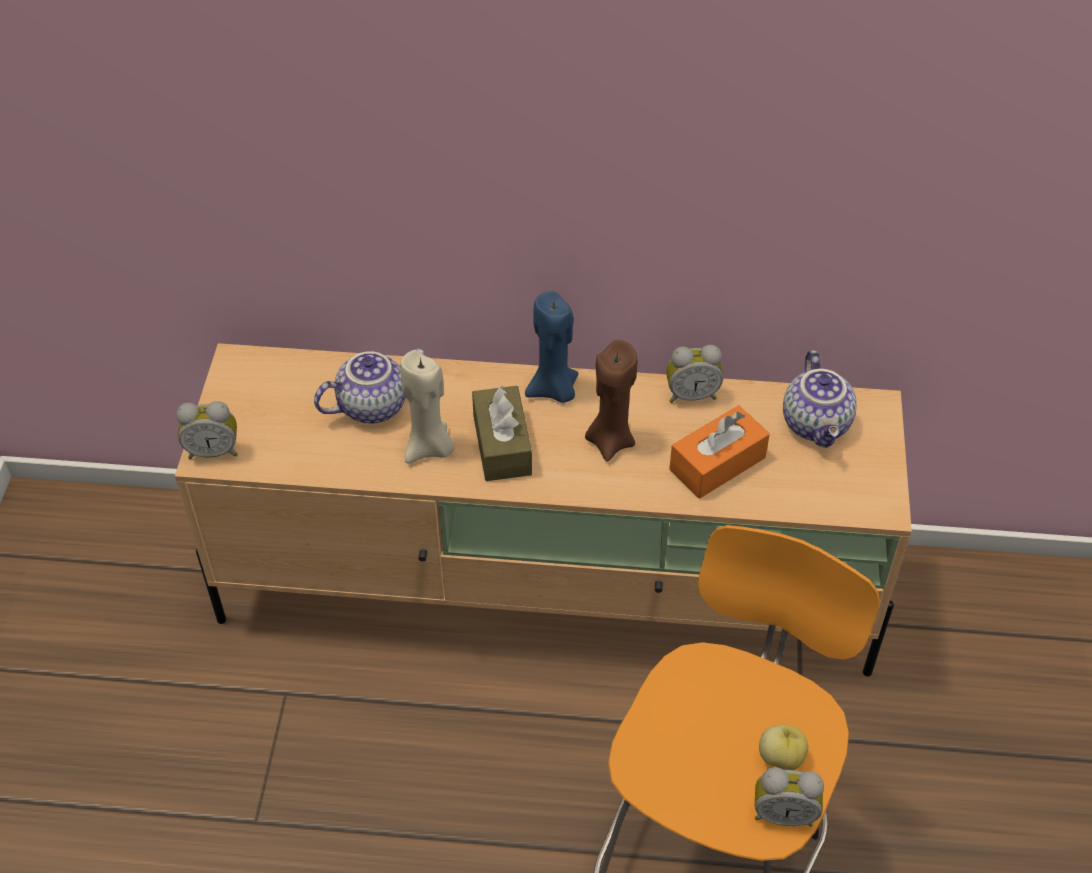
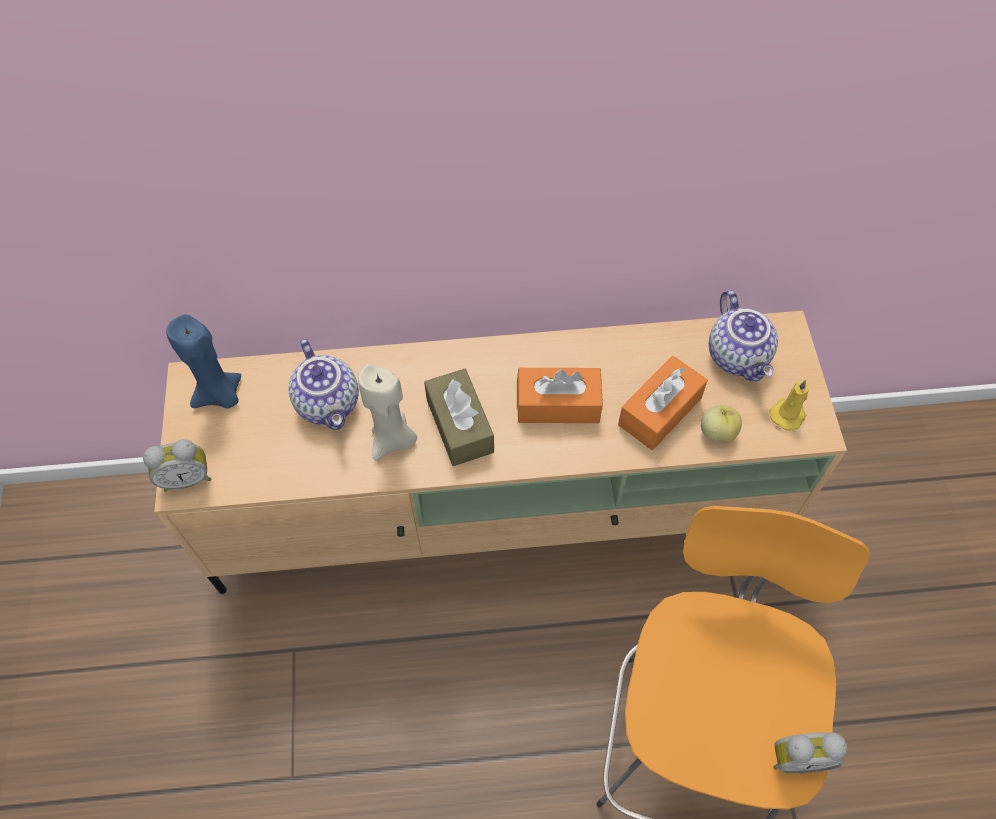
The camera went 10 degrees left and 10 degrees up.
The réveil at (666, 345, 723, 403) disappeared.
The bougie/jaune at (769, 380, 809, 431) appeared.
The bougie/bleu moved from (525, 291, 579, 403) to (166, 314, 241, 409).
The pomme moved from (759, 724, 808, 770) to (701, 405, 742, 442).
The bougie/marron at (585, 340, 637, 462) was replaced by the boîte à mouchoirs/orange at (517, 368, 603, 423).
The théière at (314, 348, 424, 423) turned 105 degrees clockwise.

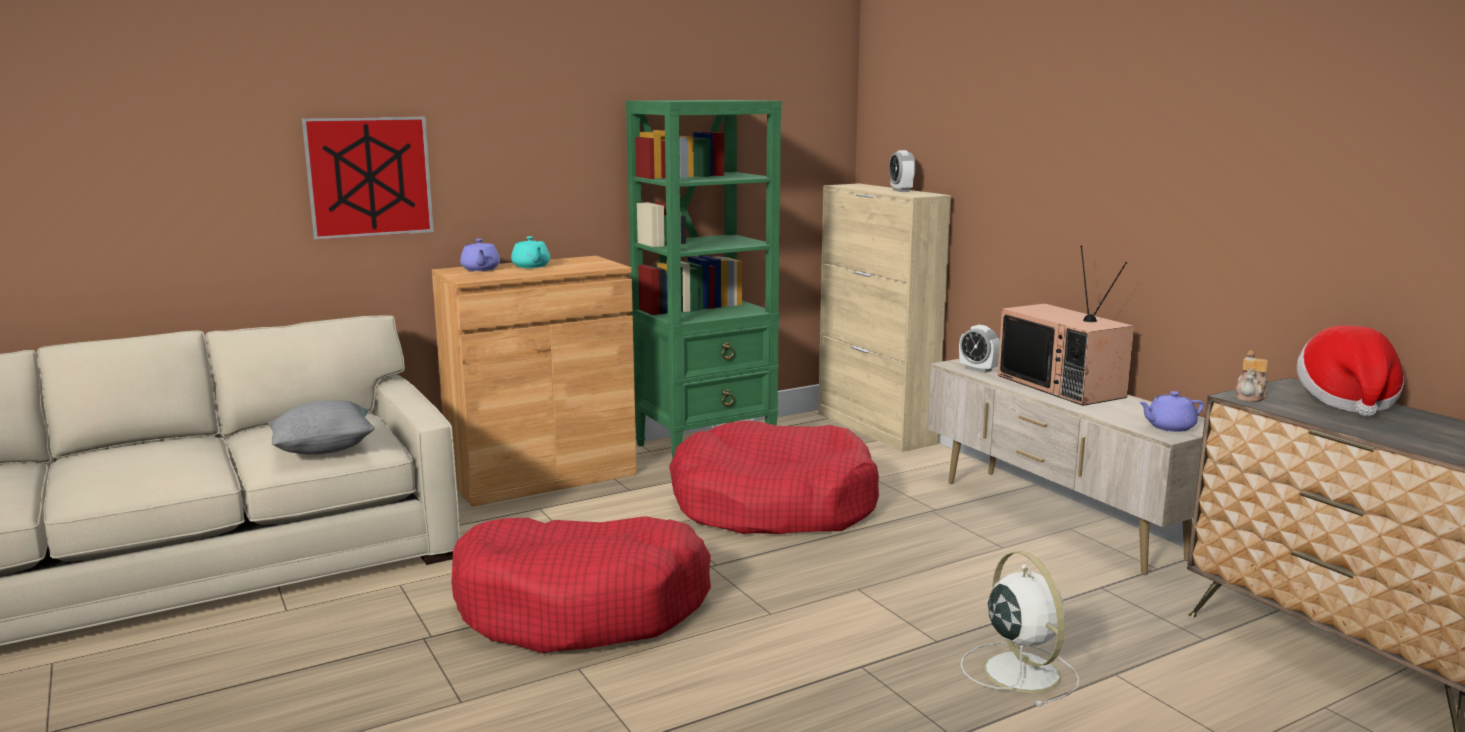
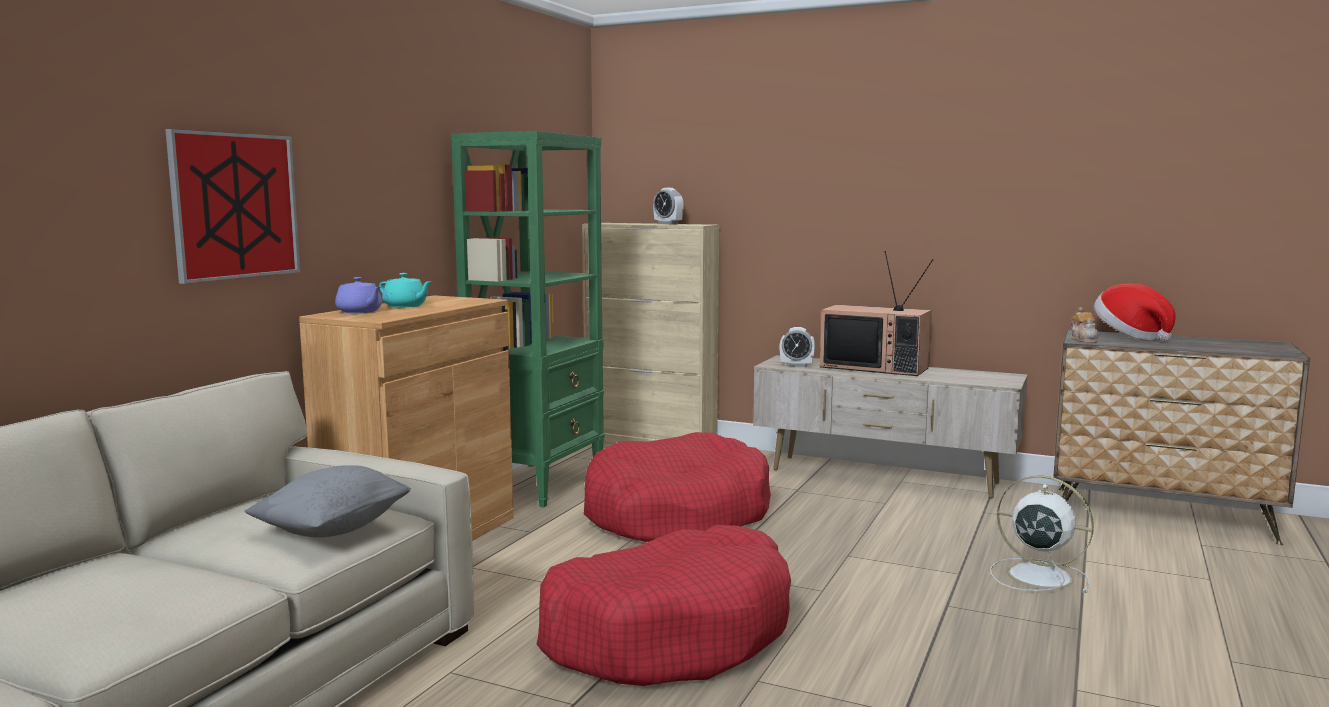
The camera went 35 degrees left and 5 degrees down.
The théière/violet at (1139, 391, 1204, 432) disappeared.

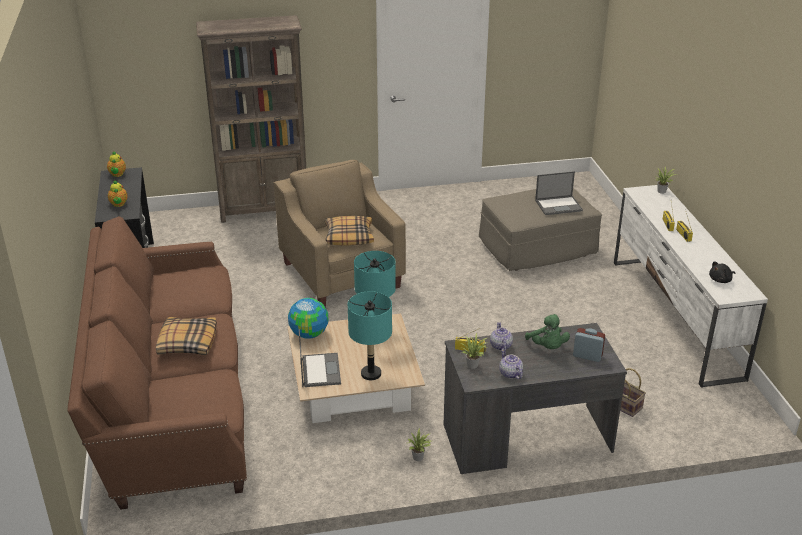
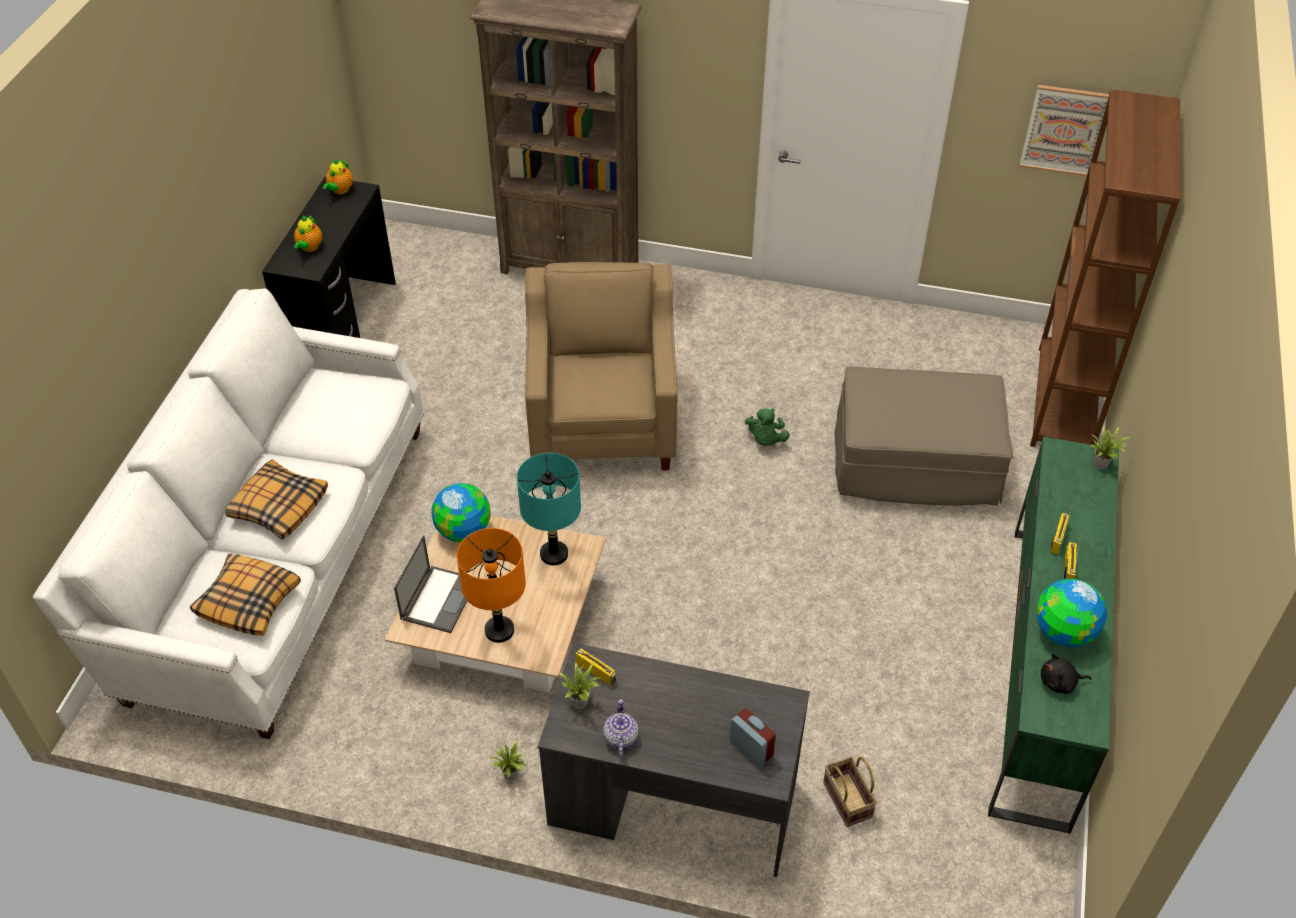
The camera went 25 degrees right and 15 degrees up.
The théière at (490, 322, 513, 351) disappeared.
The ordinateur portable at (535, 171, 583, 215) disappeared.
The tableau at (1019, 85, 1109, 176) appeared.
The bibliothèque/marron at (1030, 89, 1181, 447) appeared.
The globe at (1036, 579, 1107, 647) appeared.
The coussin moved from (325, 216, 374, 245) to (190, 554, 301, 636).
The peluche/vert moved from (525, 314, 570, 349) to (745, 408, 790, 446).
The canapé/marron at (68, 216, 247, 510) became the canapé/blanc at (33, 288, 424, 739).
The lampe de table/turquoise at (348, 291, 392, 380) became the lampe de table/orange at (457, 528, 526, 643).
The meuble télé/blanc at (614, 185, 768, 388) became the meuble télé/vert at (988, 437, 1119, 834).

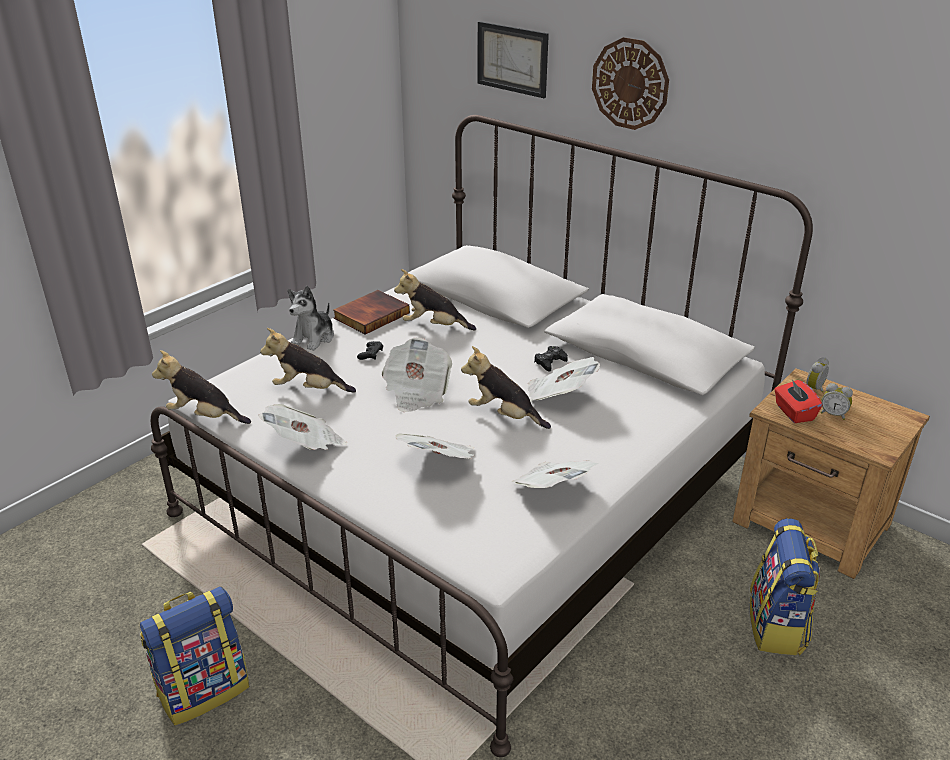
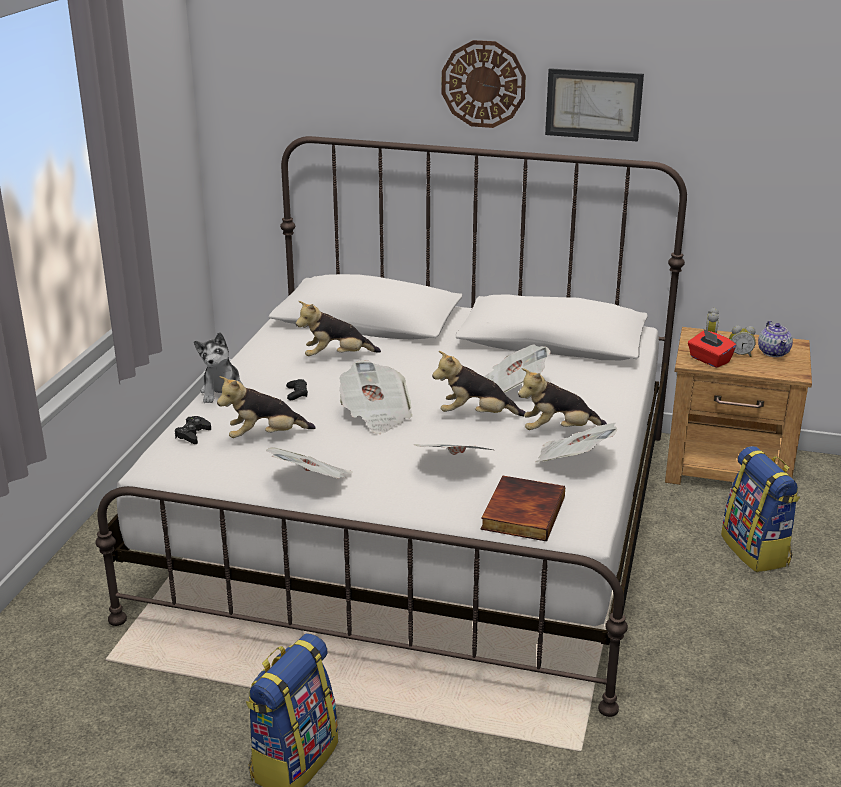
The camera went 25 degrees left and 5 degrees down.
The théière at (758, 321, 793, 357) appeared.
The peluche moved from (152, 350, 251, 424) to (518, 368, 607, 430).
The livre moved from (333, 290, 410, 334) to (481, 475, 565, 542).
The tableau moved from (477, 21, 549, 98) to (545, 68, 644, 142).
The manette/noir moved from (534, 346, 568, 372) to (175, 416, 211, 444).

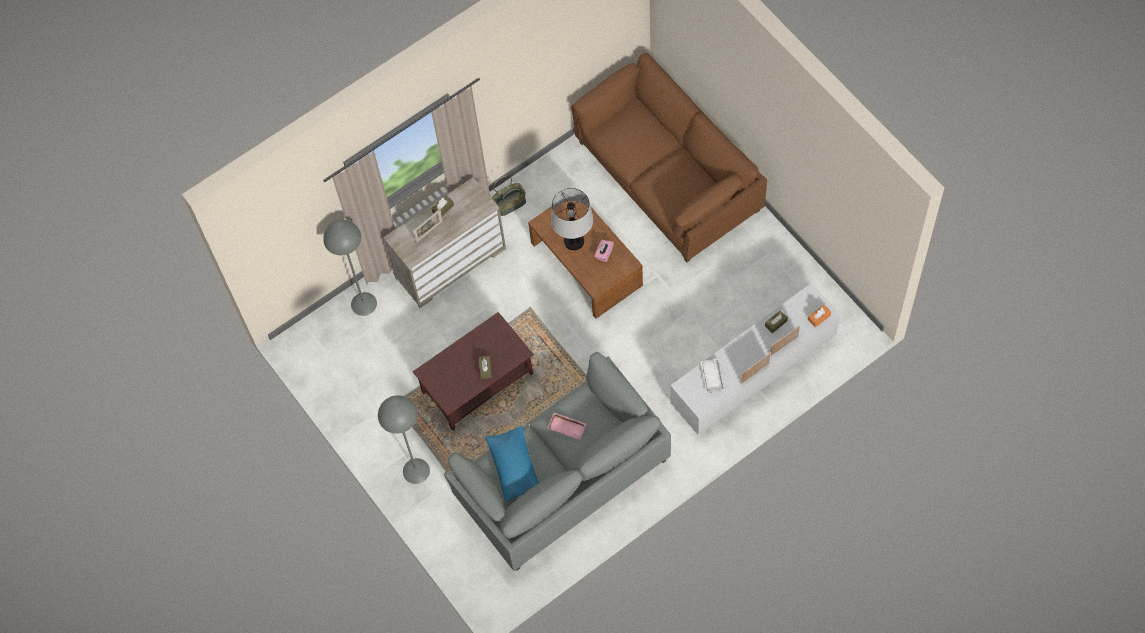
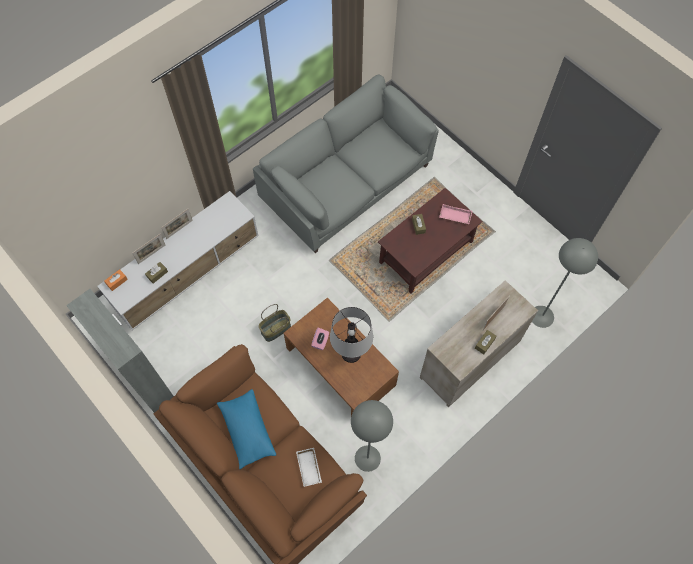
The camera went 170 degrees right and 0 degrees up.
The meuble de rangement/gris at (66, 289, 174, 413) appeared.
The lampadaire/gris moved from (378, 395, 430, 484) to (351, 400, 393, 472).
The coussin/bleu moved from (485, 426, 539, 503) to (217, 389, 276, 469).
The panier moved from (492, 175, 526, 216) to (258, 304, 291, 342).
The plateau/rose moved from (548, 413, 586, 440) to (439, 204, 472, 224).
The plateau/blanc moved from (700, 359, 725, 393) to (296, 448, 322, 487).

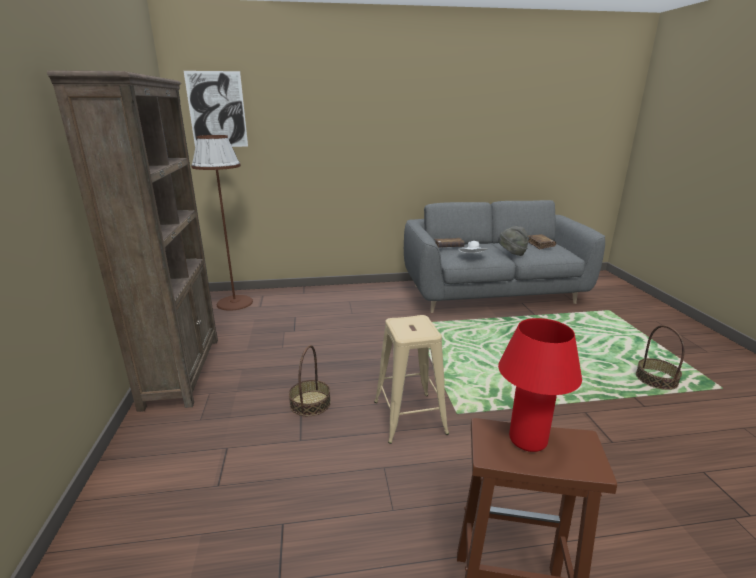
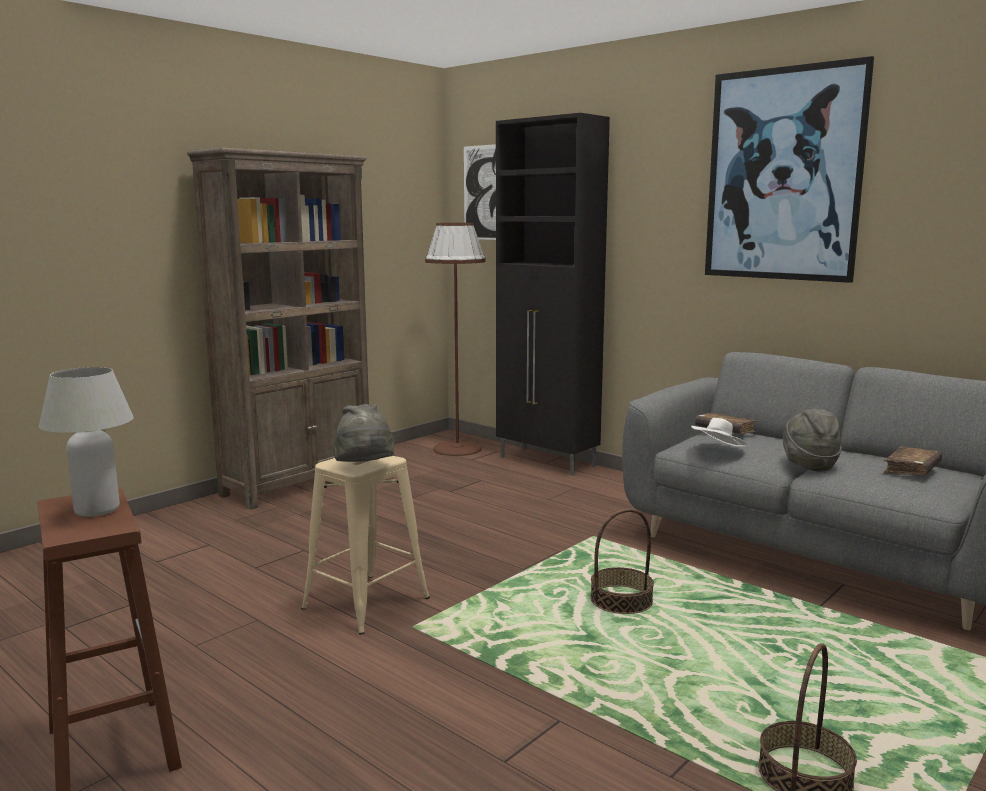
The camera went 50 degrees right and 10 degrees down.
The chapeau/gris at (333, 404, 395, 462) appeared.
The meuble de rangement/noir at (496, 113, 610, 476) appeared.
The tableau at (705, 56, 874, 283) appeared.
The panier moved from (289, 345, 331, 416) to (590, 508, 654, 614).
The lampe de table/rouge at (498, 318, 582, 452) became the lampe de table/blanc at (39, 367, 134, 517).

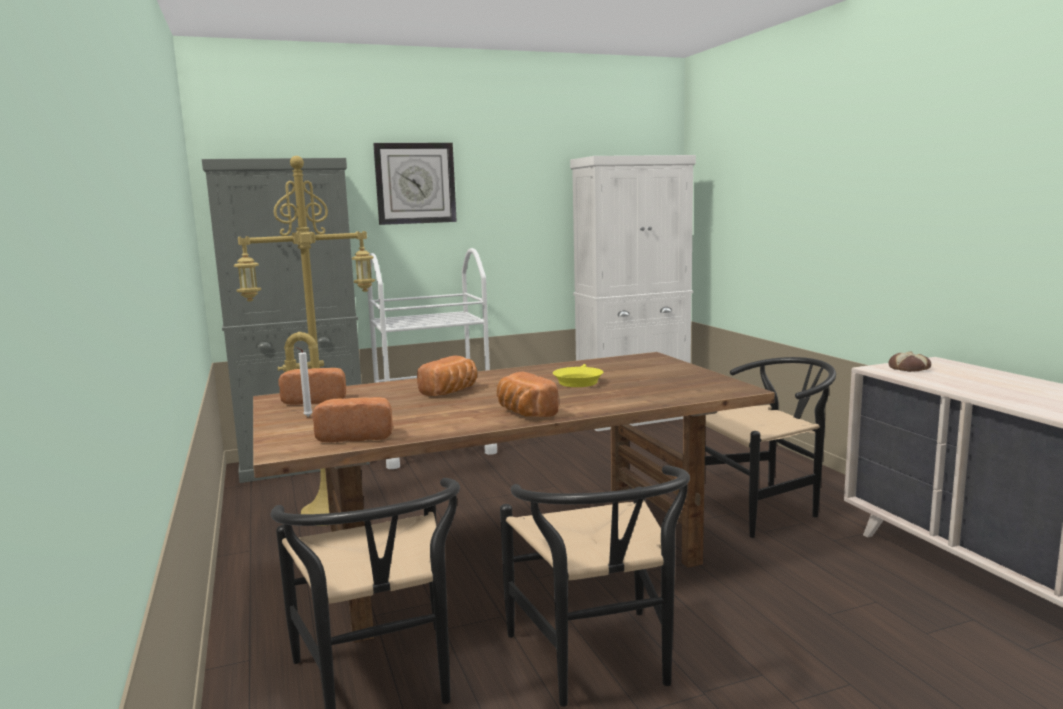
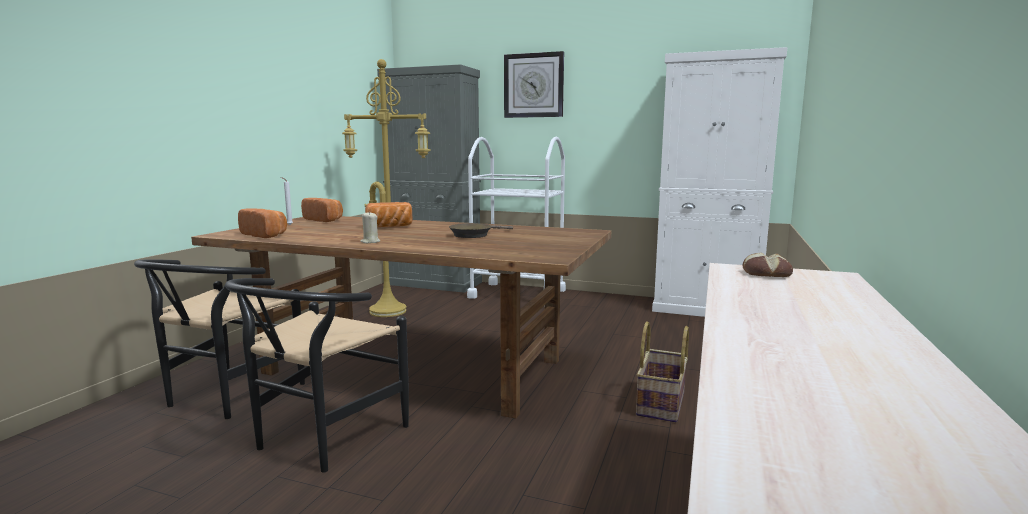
The camera went 40 degrees right and 0 degrees up.
The pain at (497, 371, 559, 417) was replaced by the bougie/beige at (360, 212, 380, 243).
The chaise/noir at (705, 357, 836, 538) was replaced by the panier at (636, 322, 689, 422).
The poêle/jaune at (553, 364, 603, 387) became the poêle/marron at (449, 223, 513, 238).

